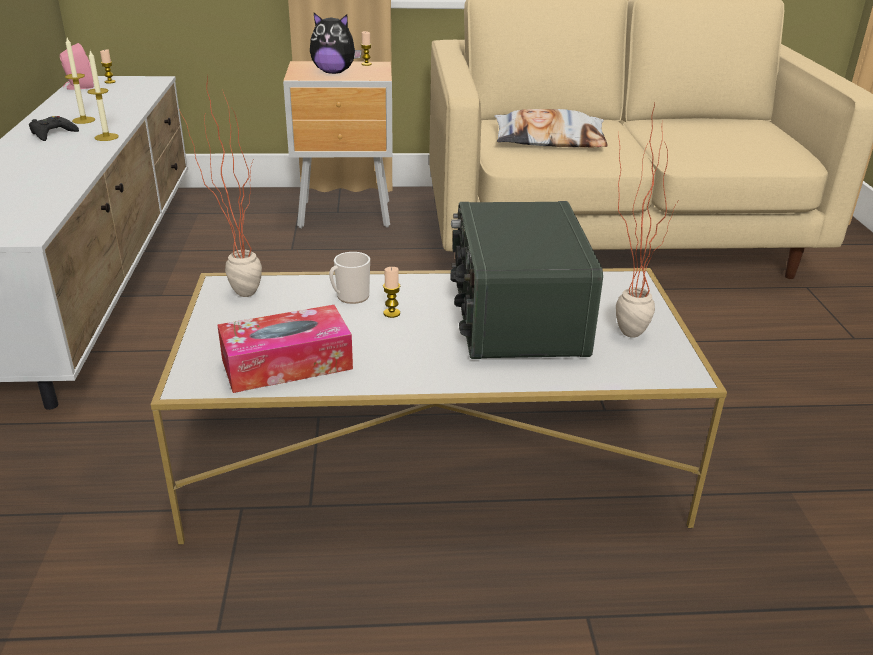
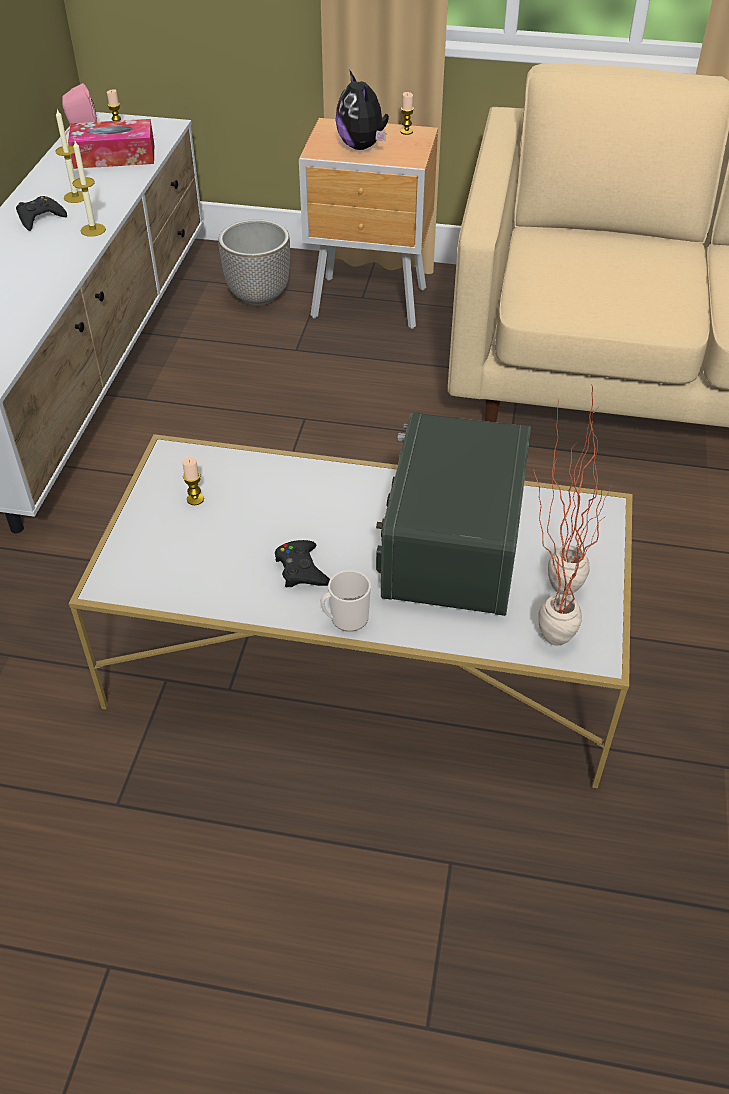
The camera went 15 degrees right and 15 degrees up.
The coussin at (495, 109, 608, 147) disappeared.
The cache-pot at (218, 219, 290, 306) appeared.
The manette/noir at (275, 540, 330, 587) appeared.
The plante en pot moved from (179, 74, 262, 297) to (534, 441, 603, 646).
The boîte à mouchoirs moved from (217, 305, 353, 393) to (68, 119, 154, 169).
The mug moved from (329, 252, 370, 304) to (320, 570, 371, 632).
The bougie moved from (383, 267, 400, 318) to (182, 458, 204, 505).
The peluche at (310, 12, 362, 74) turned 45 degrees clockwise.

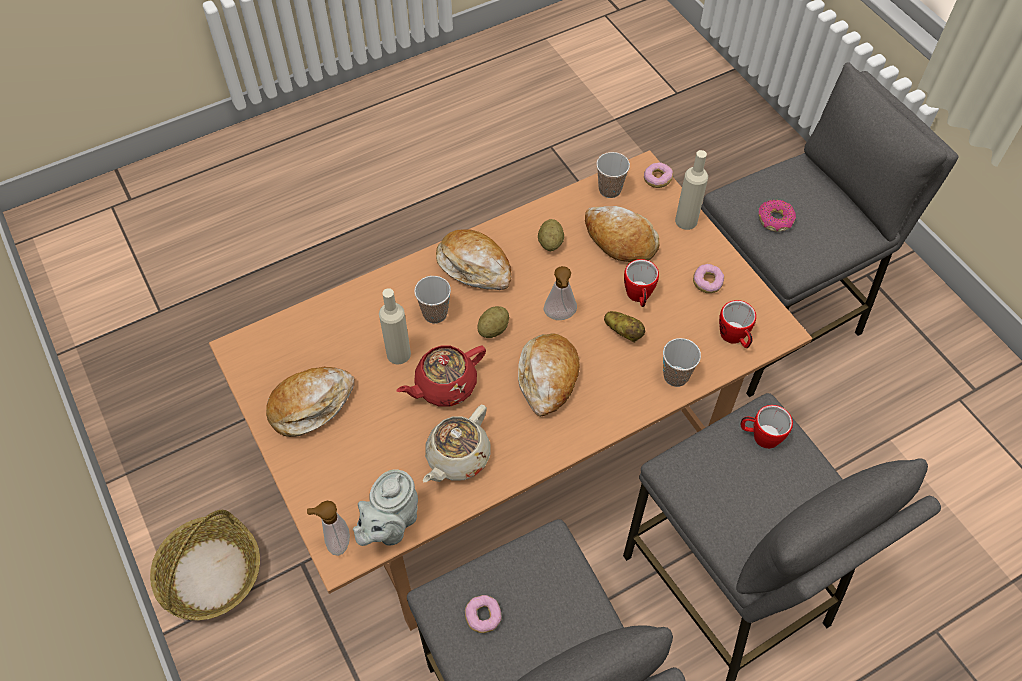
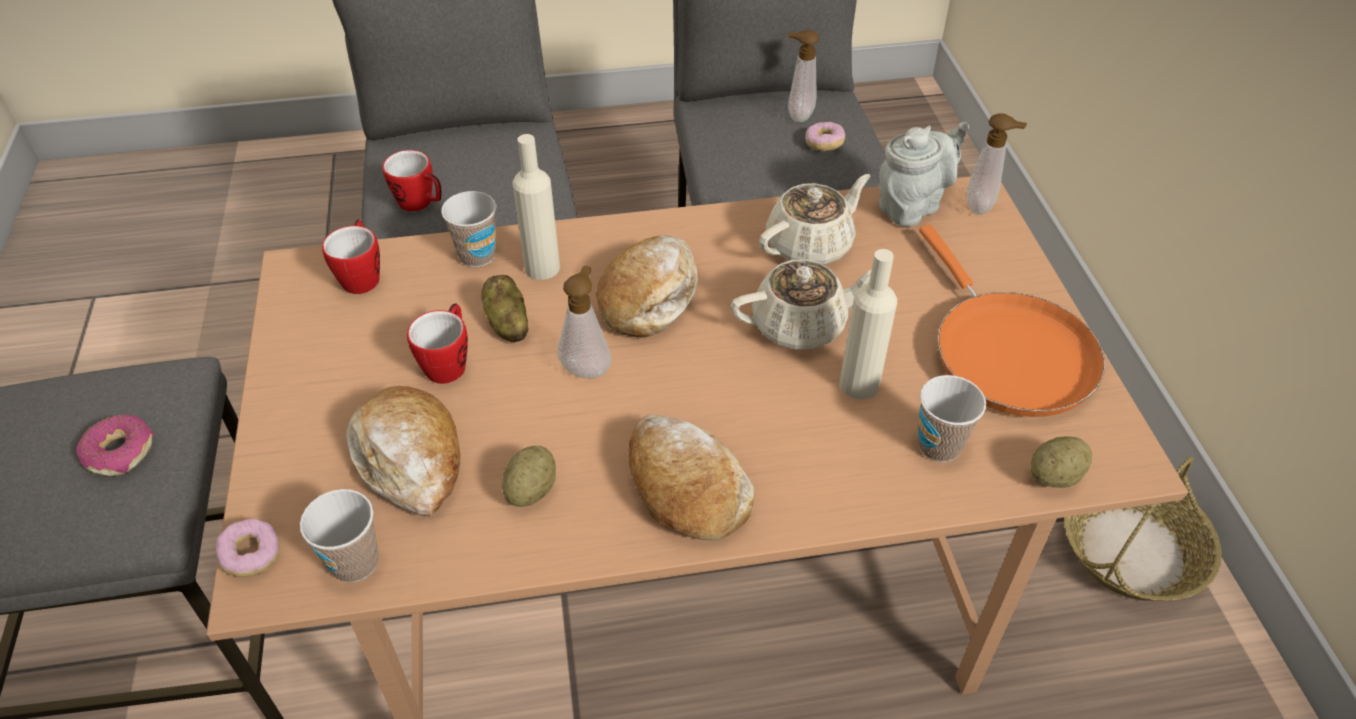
The camera went 160 degrees left and 10 degrees down.
The beignet at (693, 264, 724, 293) disappeared.
The distributeur de savon at (788, 30, 819, 122) appeared.
The tasse moved from (414, 276, 451, 324) to (918, 375, 986, 462).
The pomme de terre moved from (477, 306, 509, 338) to (1030, 436, 1092, 488).
The bouteille/beige moved from (675, 150, 708, 230) to (512, 134, 560, 280).
The pain at (266, 367, 355, 437) was replaced by the poêle/orange at (919, 225, 1105, 417).
The théière/rouge at (397, 346, 486, 406) became the théière/beige at (731, 259, 872, 350).

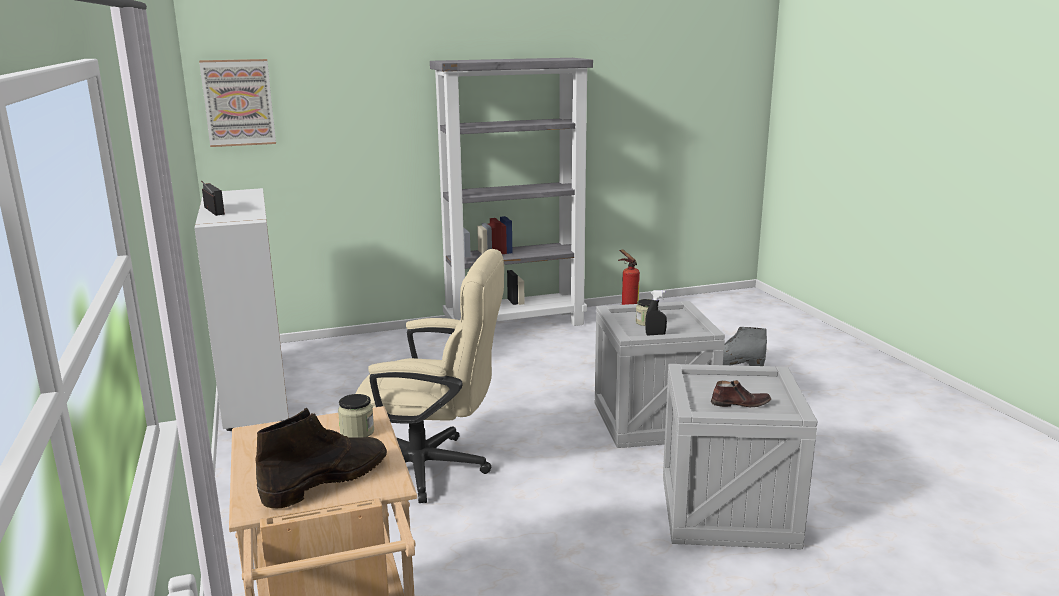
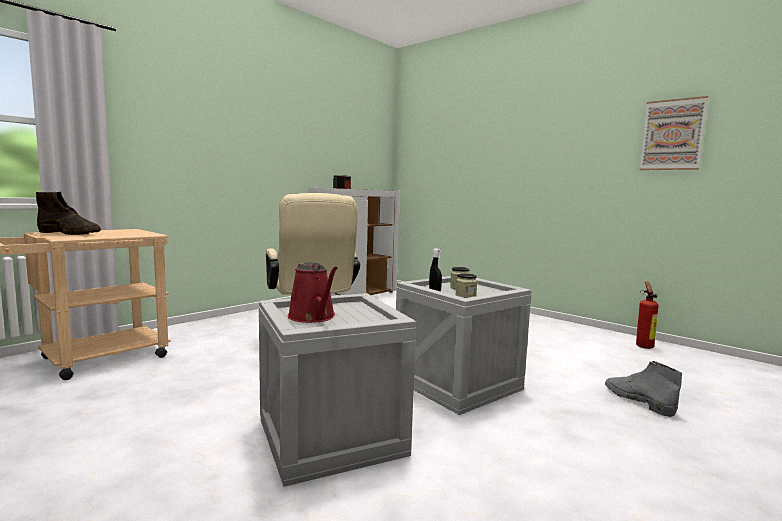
The camera went 60 degrees right and 10 degrees down.
The bibliothèque/gris at (430, 58, 593, 326) disappeared.
The tableau moved from (199, 59, 276, 147) to (639, 96, 708, 170).
The bocal moved from (338, 394, 374, 438) to (455, 273, 477, 298).
The chaussure/marron at (711, 380, 771, 407) was replaced by the arrosoir/rouge at (288, 262, 338, 323).

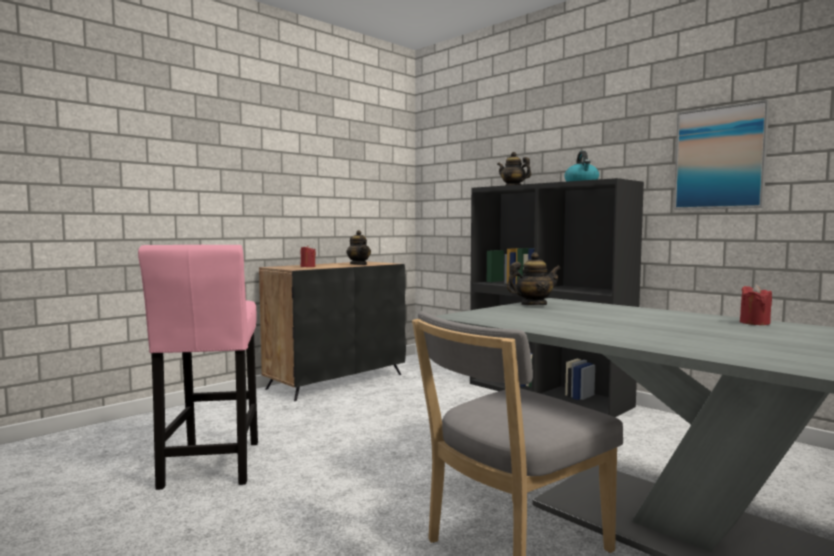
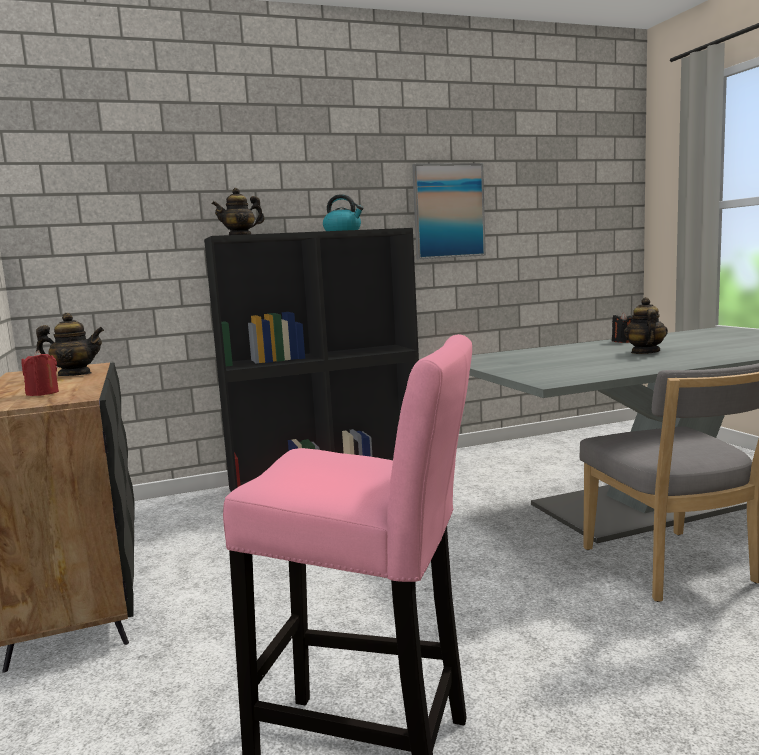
The camera went 65 degrees left and 5 degrees up.
The théière moved from (507, 252, 561, 305) to (624, 297, 668, 354).
The bougie/rouge at (740, 284, 772, 325) became the bougie/noir at (612, 312, 633, 343).

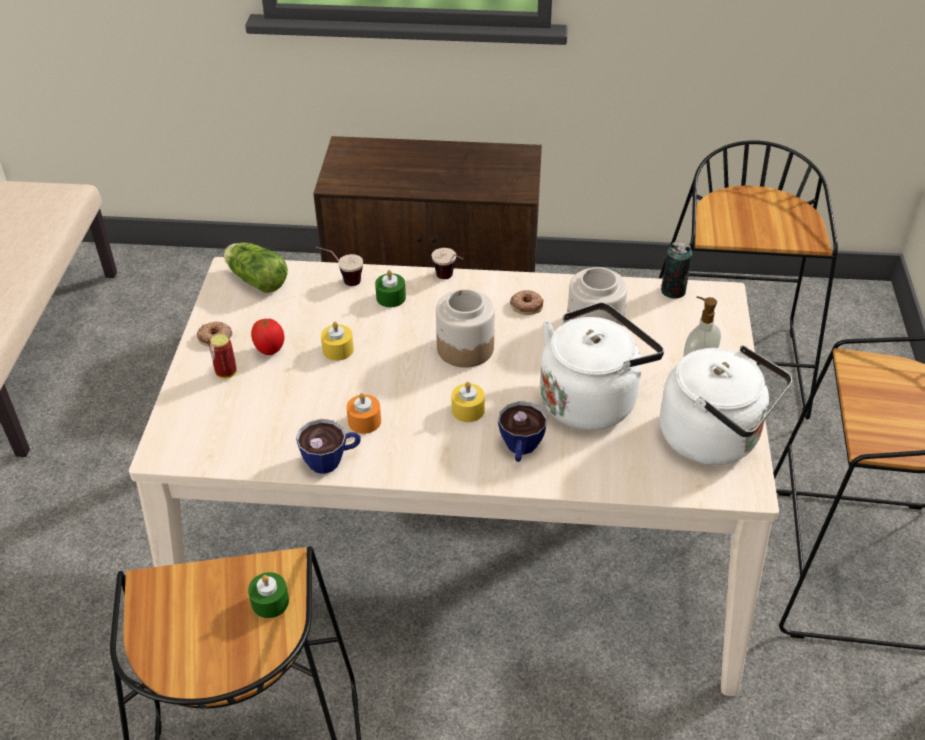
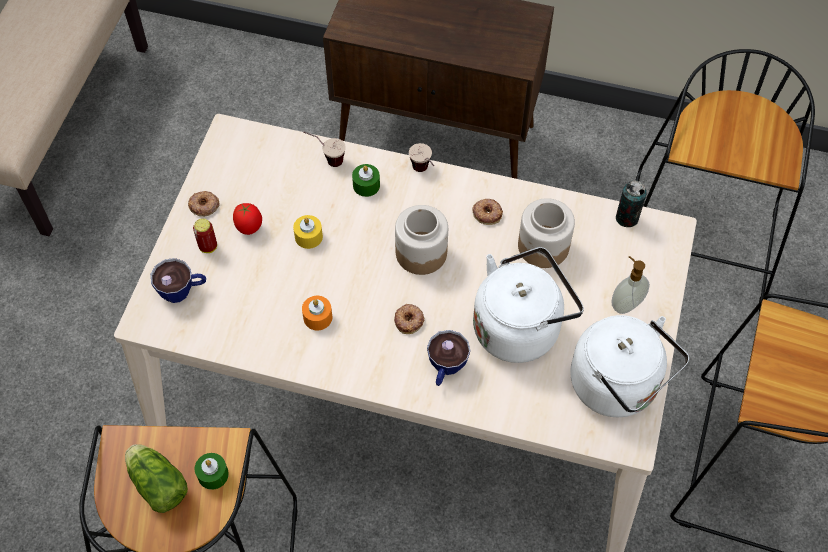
The camera went 10 degrees right and 15 degrees up.
The laitue moved from (224, 243, 288, 293) to (125, 444, 188, 513).
The tasse moved from (296, 419, 361, 474) to (151, 258, 206, 303).
The bougie/jaune at (451, 382, 485, 422) was replaced by the beignet at (394, 304, 424, 334).

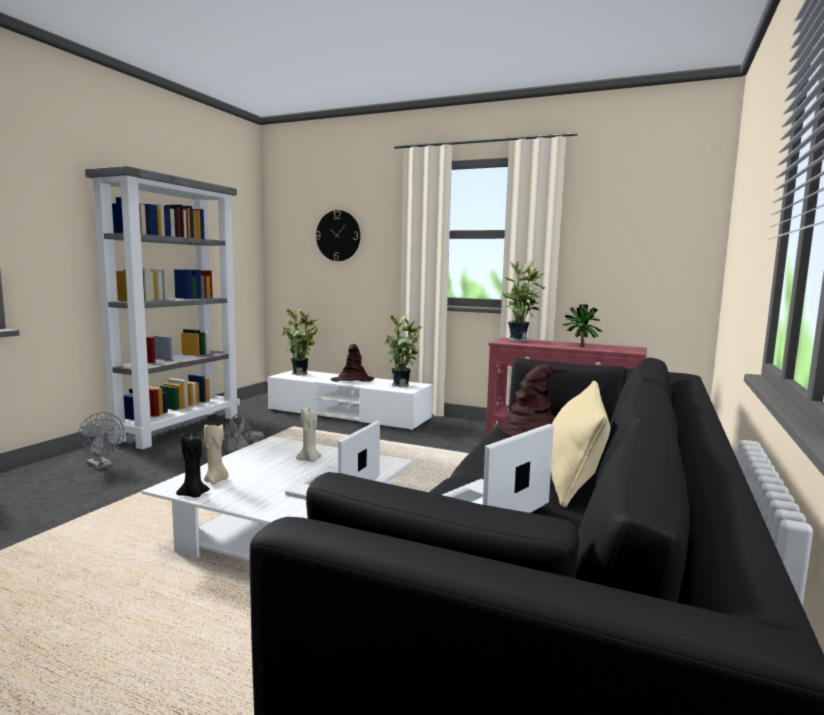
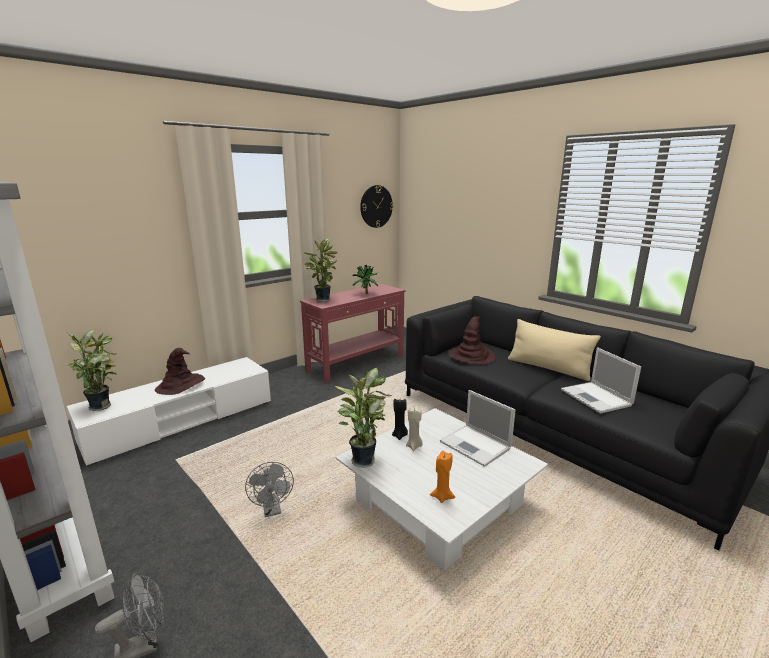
The camera went 65 degrees left and 10 degrees up.
The bougie/noir moved from (176, 433, 210, 497) to (392, 399, 408, 440).
The horloge murale moved from (316, 210, 360, 261) to (360, 185, 393, 228).
The plante en pot moved from (385, 315, 422, 387) to (335, 368, 392, 468).
The bougie/beige at (204, 422, 228, 484) became the bougie/orange at (430, 451, 455, 503).

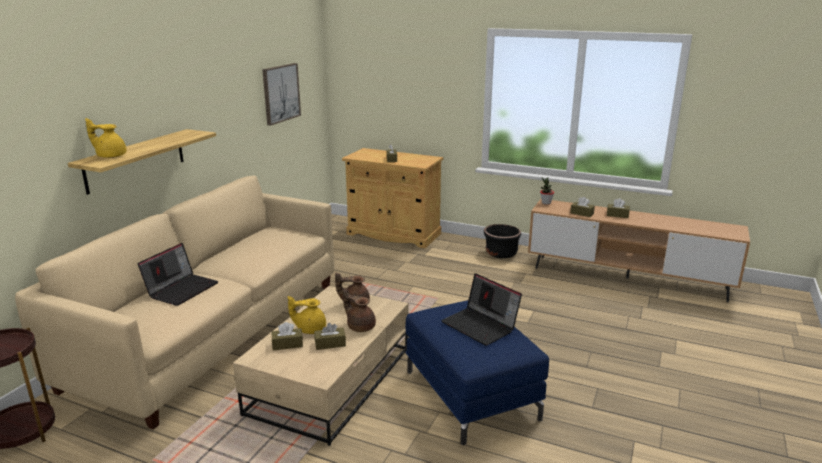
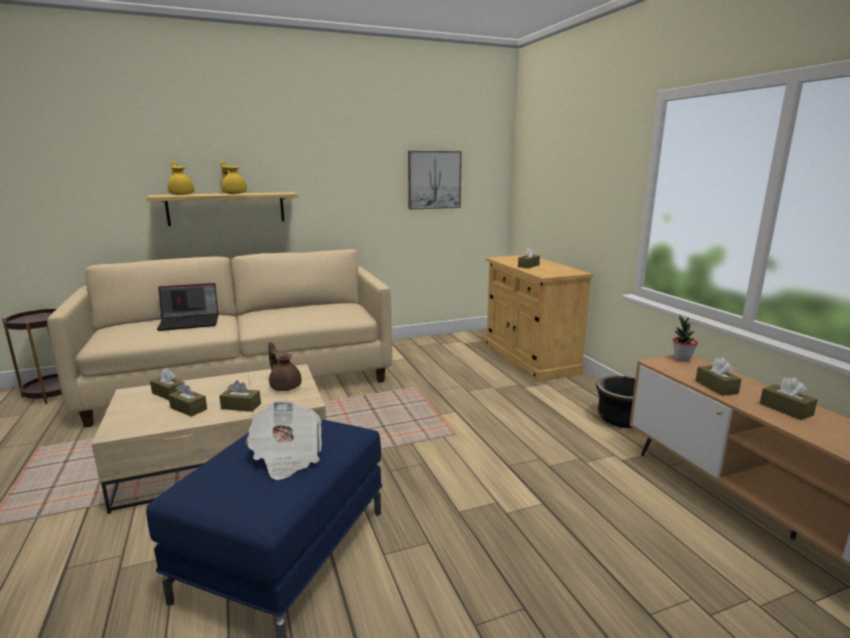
The camera went 45 degrees right and 5 degrees down.
The théière/jaune moved from (288, 296, 326, 334) to (221, 161, 247, 194).
The théière/marron at (343, 288, 376, 332) was replaced by the boîte à mouchoirs/marron at (219, 380, 261, 412).
The ordinateur portable at (441, 273, 522, 346) was replaced by the journal at (246, 400, 322, 480).

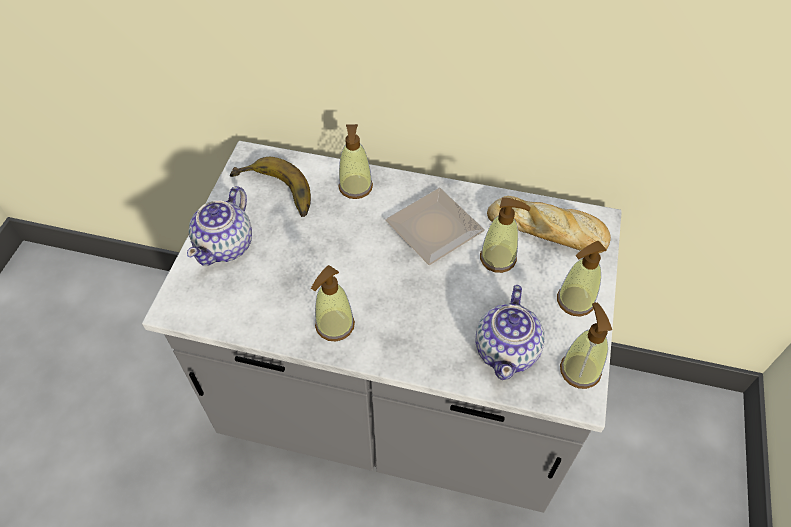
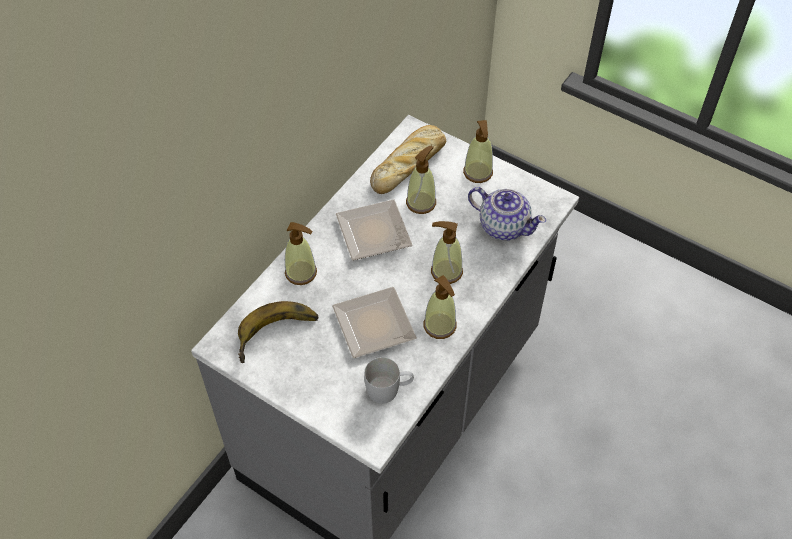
The camera went 70 degrees left and 0 degrees up.
The théière at (187, 186, 252, 266) disappeared.
The assiette at (332, 287, 417, 358) appeared.
The mug/blanc at (364, 357, 414, 404) appeared.
The distributeur de savon moved from (560, 303, 612, 389) to (431, 221, 463, 284).

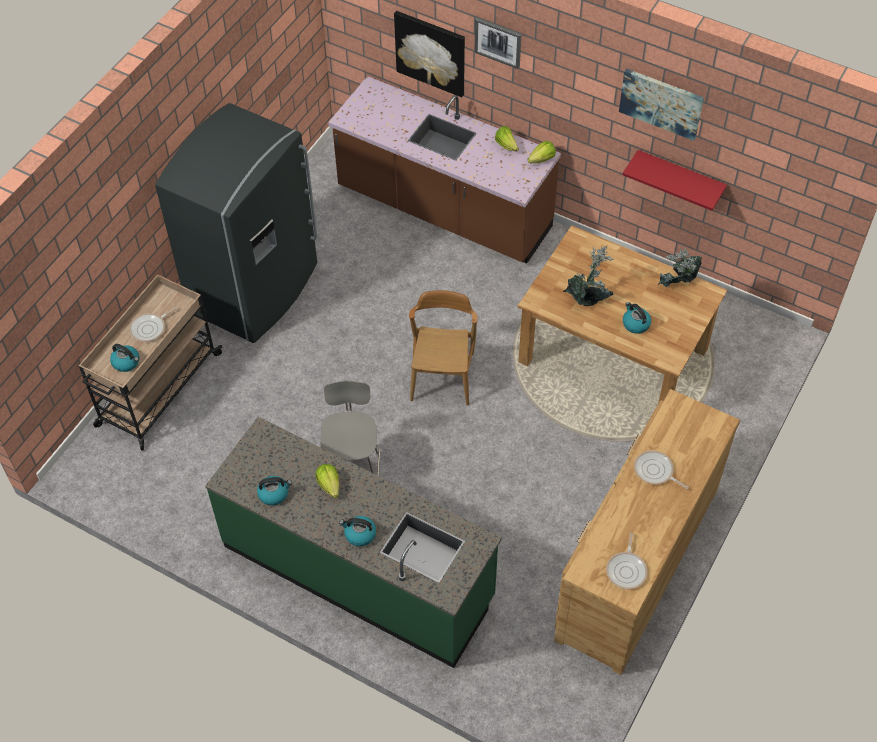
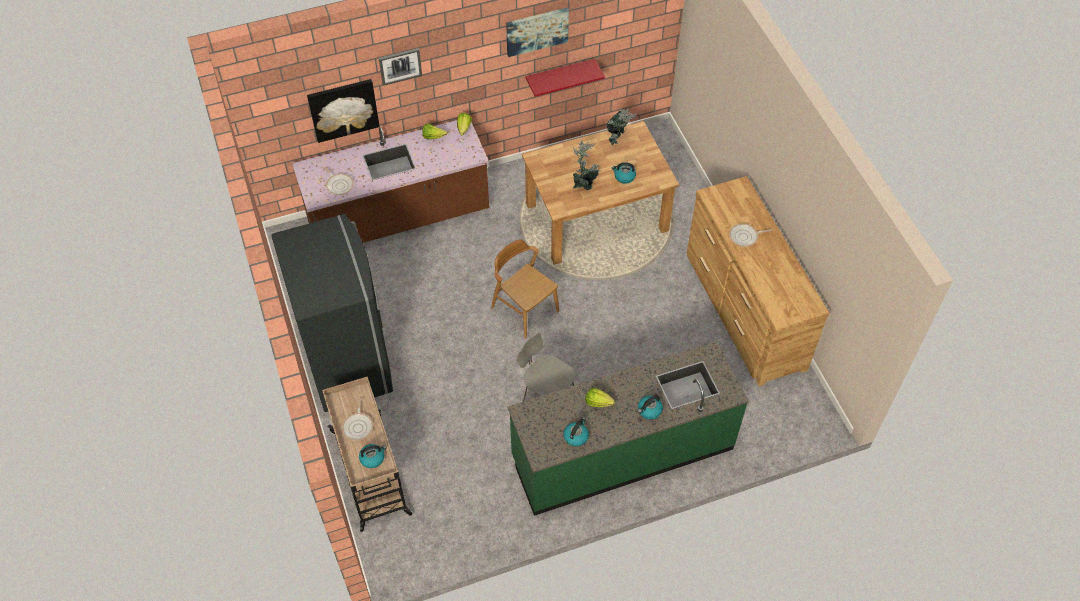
The camera went 50 degrees left and 0 degrees up.
The poêle moved from (606, 532, 648, 589) to (323, 166, 354, 195).

